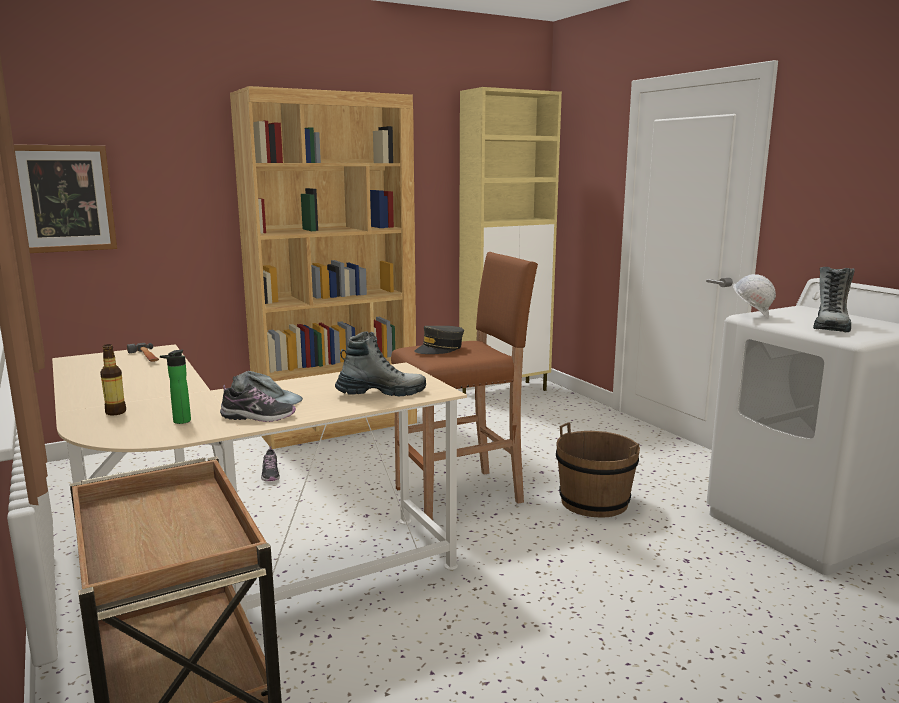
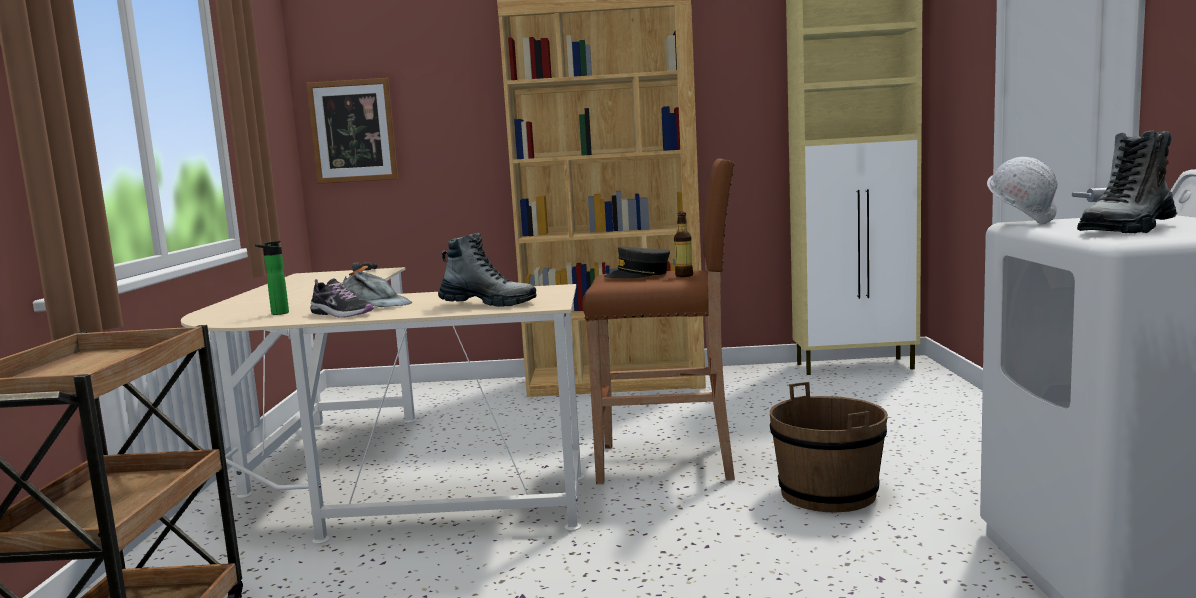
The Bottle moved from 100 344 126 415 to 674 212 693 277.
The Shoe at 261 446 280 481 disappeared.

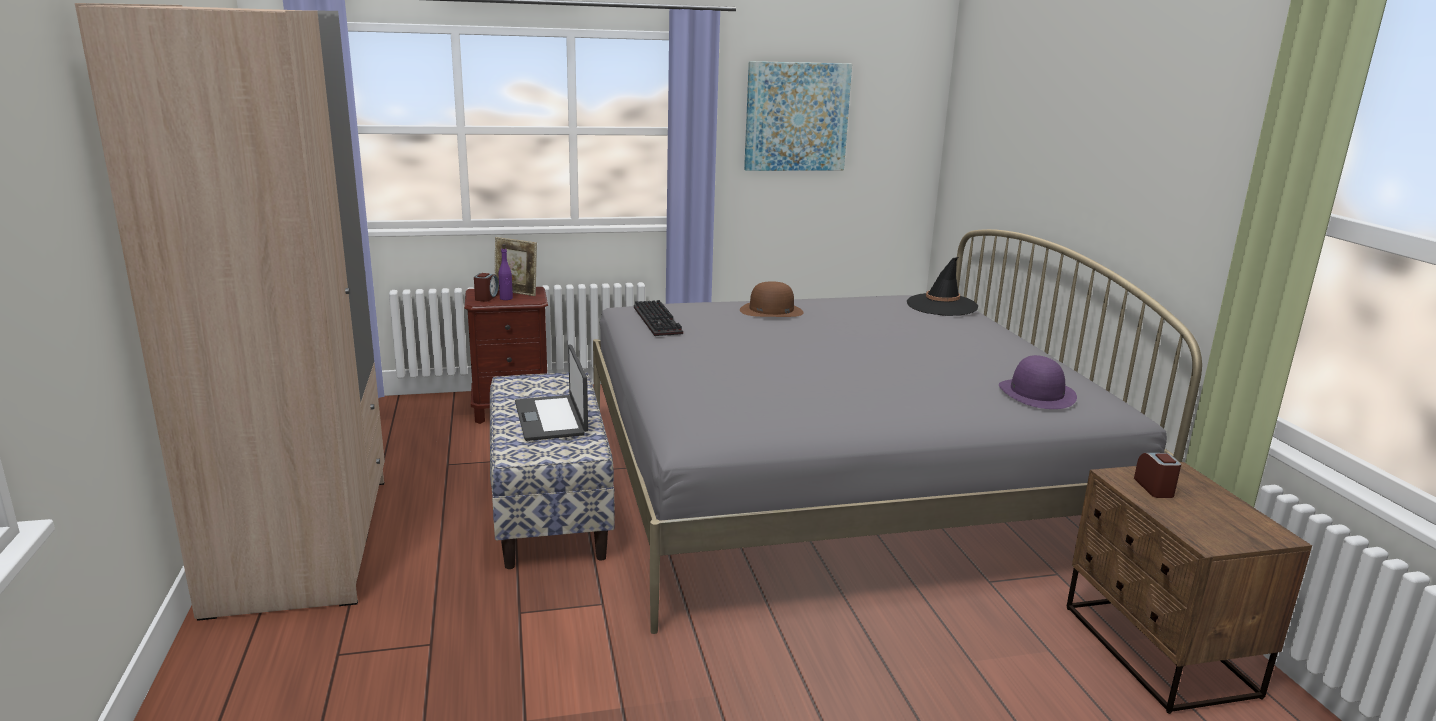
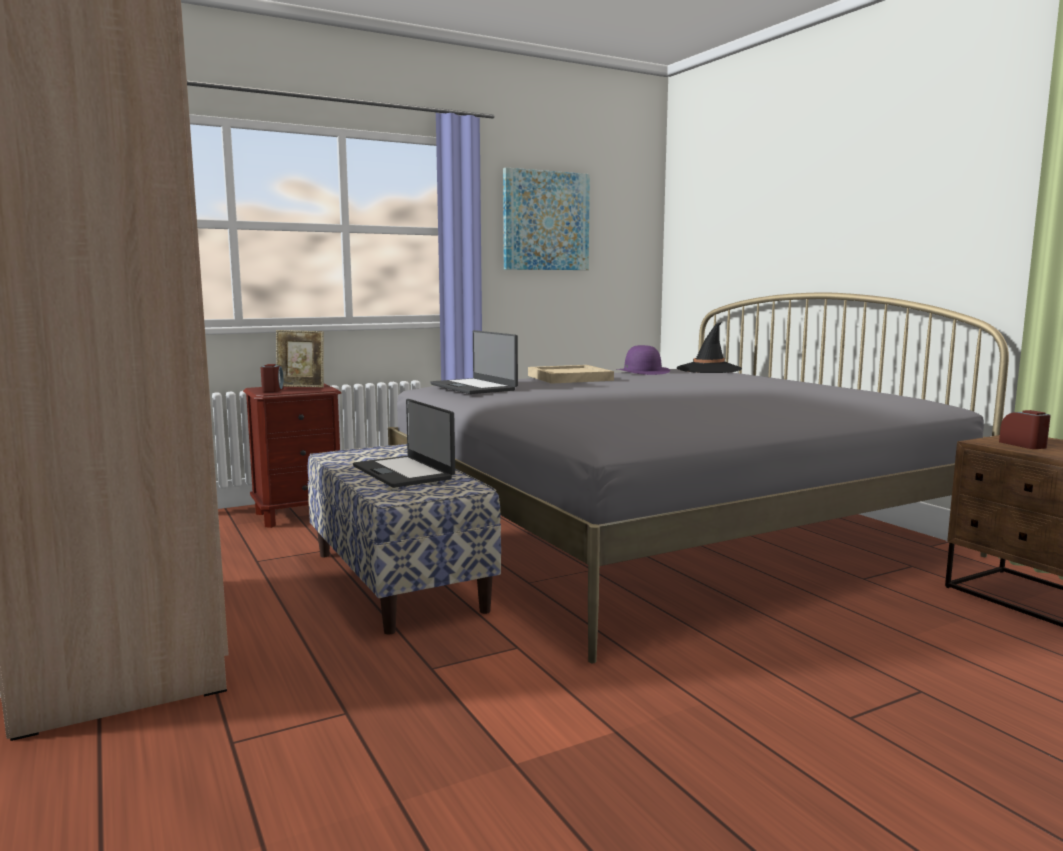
The PurpleBottle at 499 244 513 300 disappeared.
The BrownHat at 740 281 803 317 was replaced by the BeigeTray at 528 365 614 384.
The Keyboard at 634 300 683 336 was replaced by the Laptop at 430 330 518 394.
The PurpleHat moved from 999 355 1077 409 to 618 345 670 375.

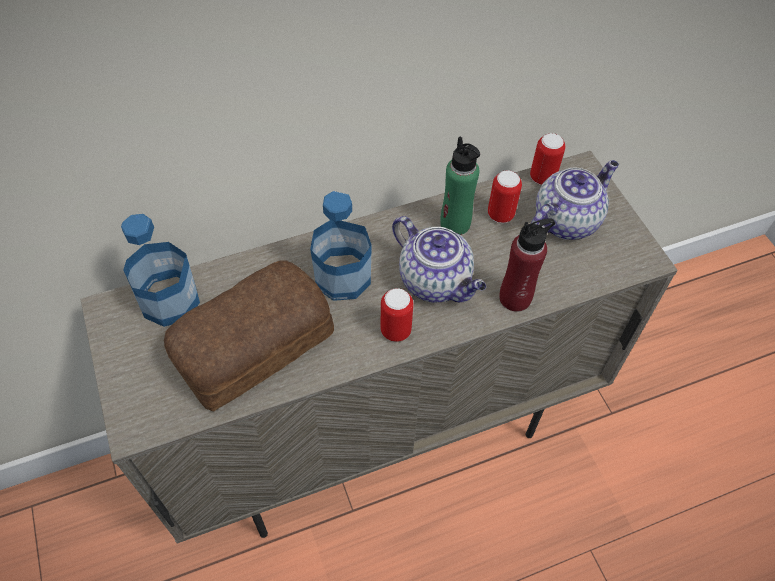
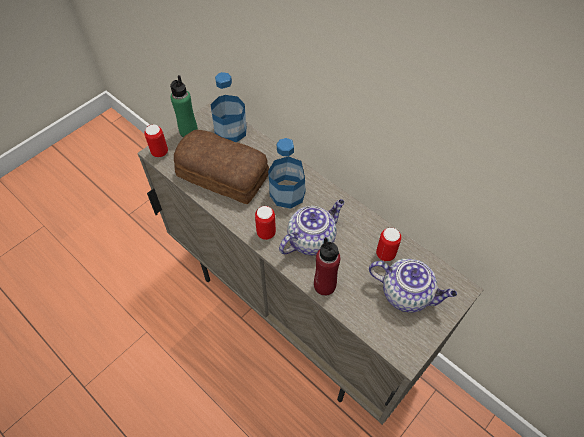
The Can moved from 530 133 565 185 to 144 125 168 158.
The GreenBottle moved from 440 136 480 235 to 170 75 198 137.
The Teapot at 392 216 486 303 turned 150 degrees counterclockwise.

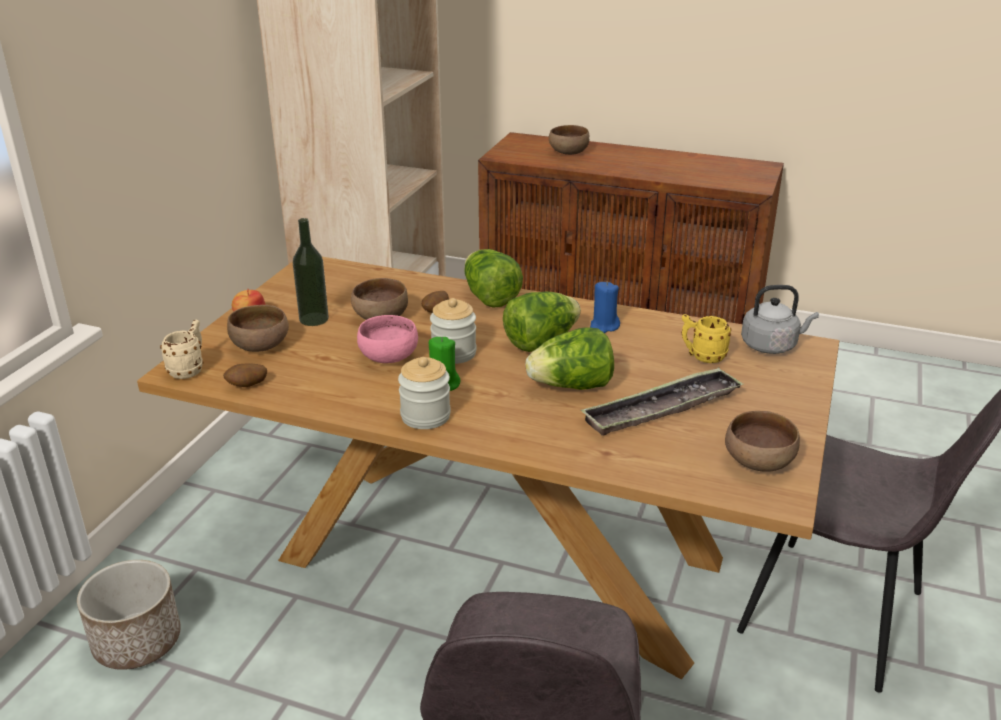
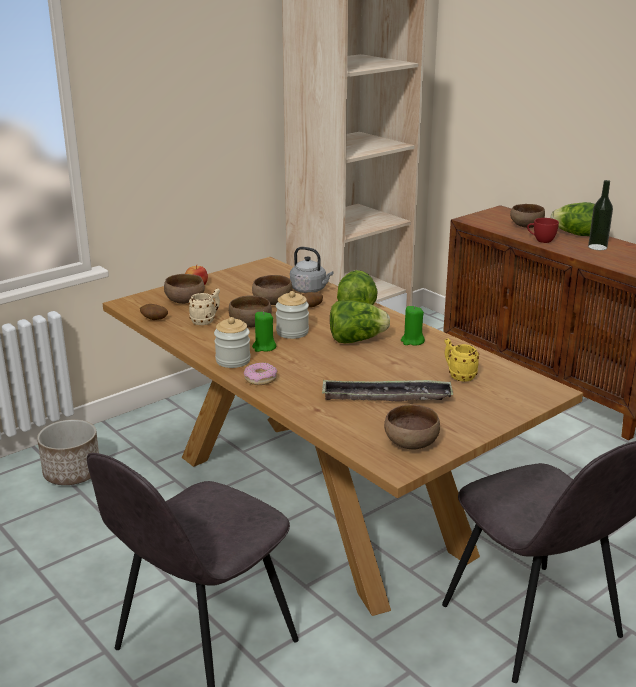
The Bottle moved from 293 218 329 326 to 588 180 613 250.
The BlueCandle at 590 281 620 333 became the GreenCandle at 401 306 425 346.
The GreyKettle moved from 741 285 819 354 to 290 247 333 293.
The PinkBowl at 357 315 418 363 became the BrownBowl at 229 295 272 328.
The BeigeMug moved from 160 320 203 379 to 188 289 220 325.
The Lettuce moved from 525 327 614 390 to 550 202 595 236.
The RedCup at 527 218 559 243 appeared.
The Donut at 244 362 277 385 appeared.

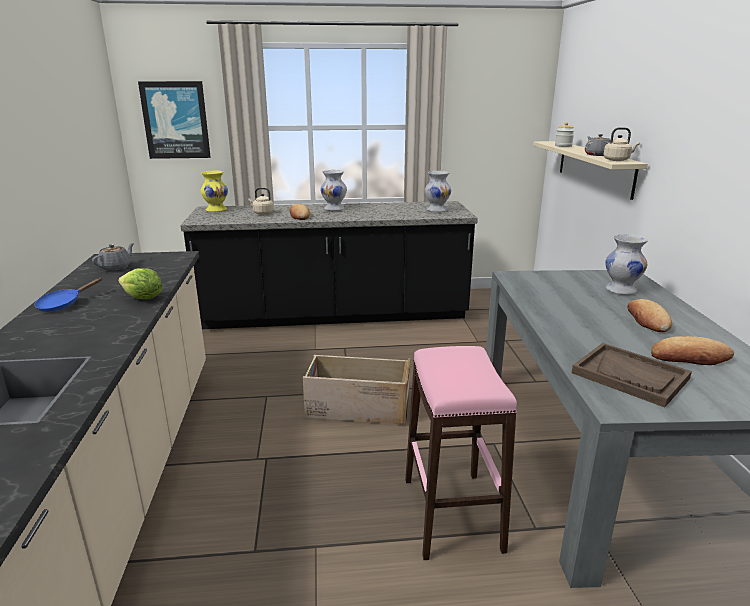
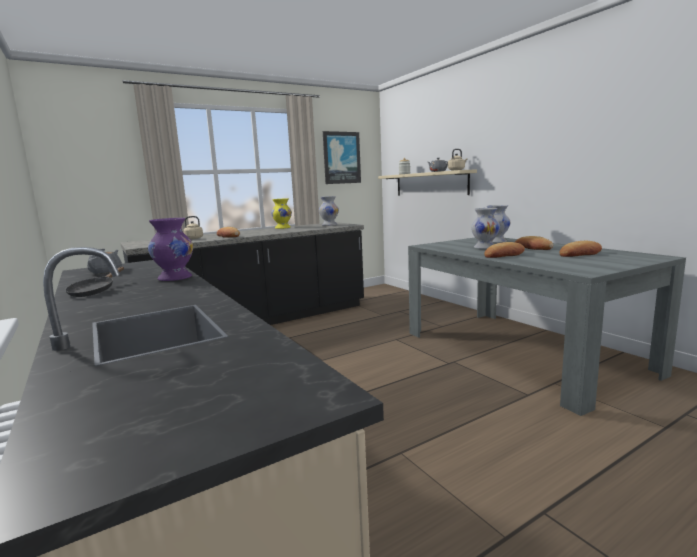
The Picture moved from 138 81 211 159 to 323 131 361 184.
The WhiteVase moved from 320 170 347 211 to 471 208 500 249.
The YellowVase moved from 200 171 228 212 to 271 198 292 229.
The Lettuce at 118 268 163 299 was replaced by the PurpleVase at 148 218 193 281.
The BlueFryingPan at 34 278 102 312 became the BlackFryingPan at 65 267 124 297.
The BrownTray at 572 343 692 407 disappeared.
The PinkStool at 405 346 517 560 disappeared.
The Crate at 303 355 410 427 disappeared.
The Bread at 484 242 525 258 appeared.

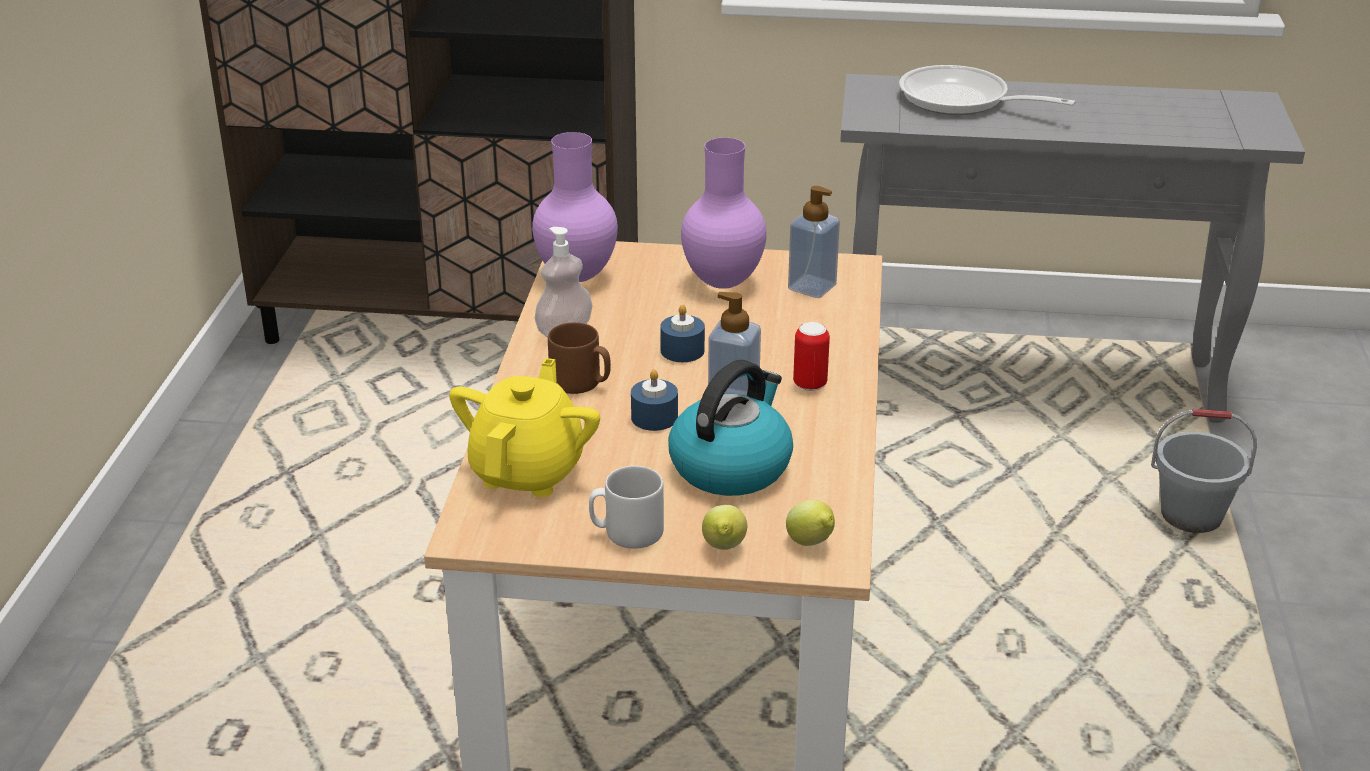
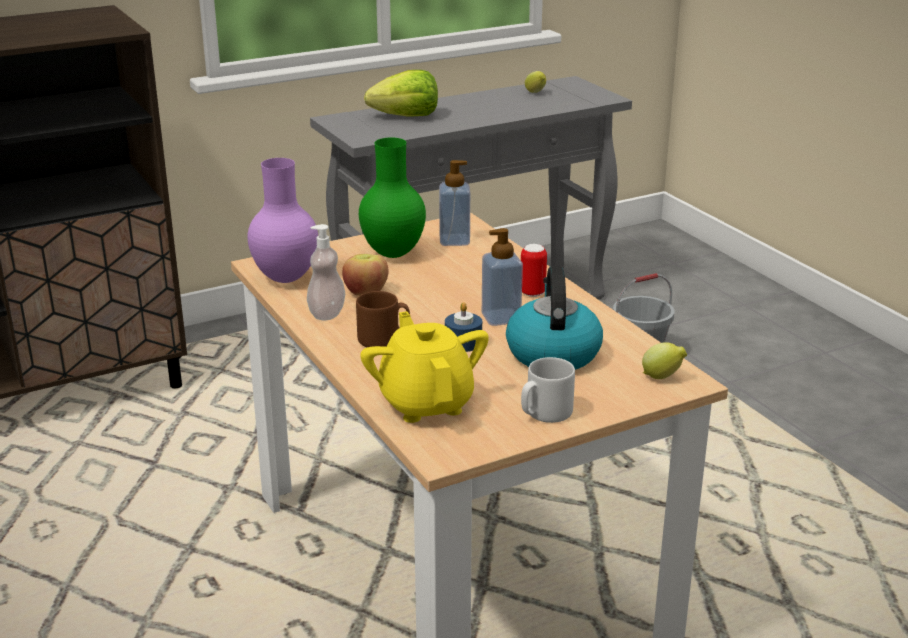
The FryingPan at 899 65 1076 115 was replaced by the Lettuce at 364 70 438 117.
The PurpleVase at 681 138 767 289 became the GreenVase at 359 138 426 258.
The BlueCandle at 660 305 705 362 disappeared.
The Lemon moved from 702 505 747 550 to 525 71 546 93.
The Apple at 342 254 388 296 appeared.

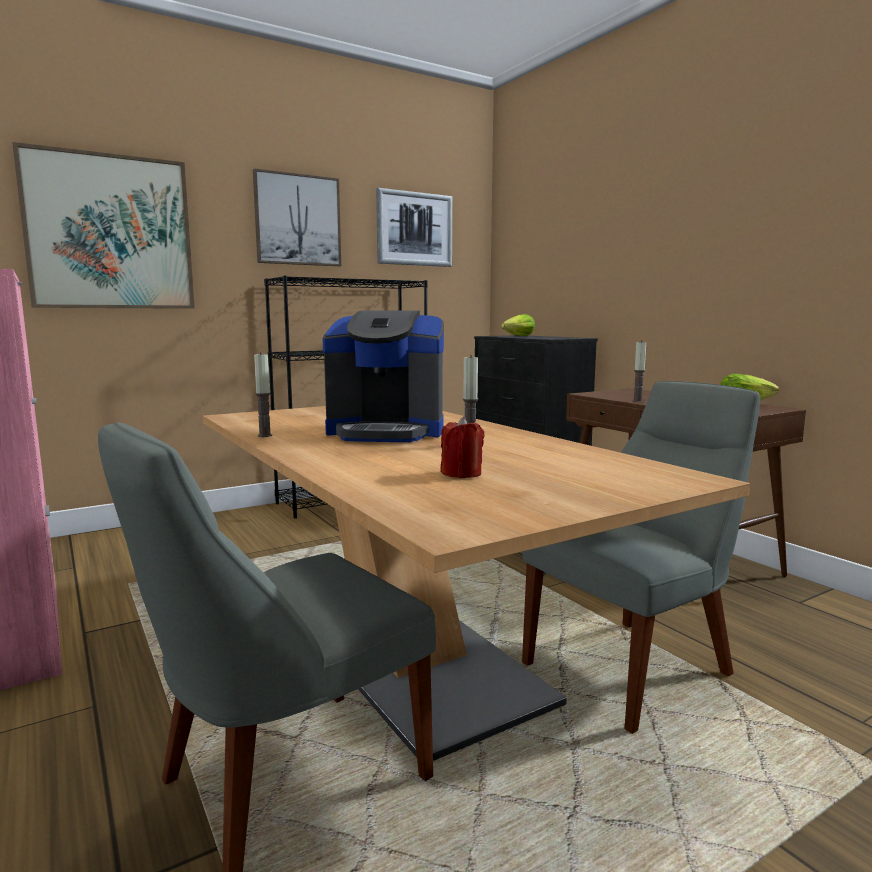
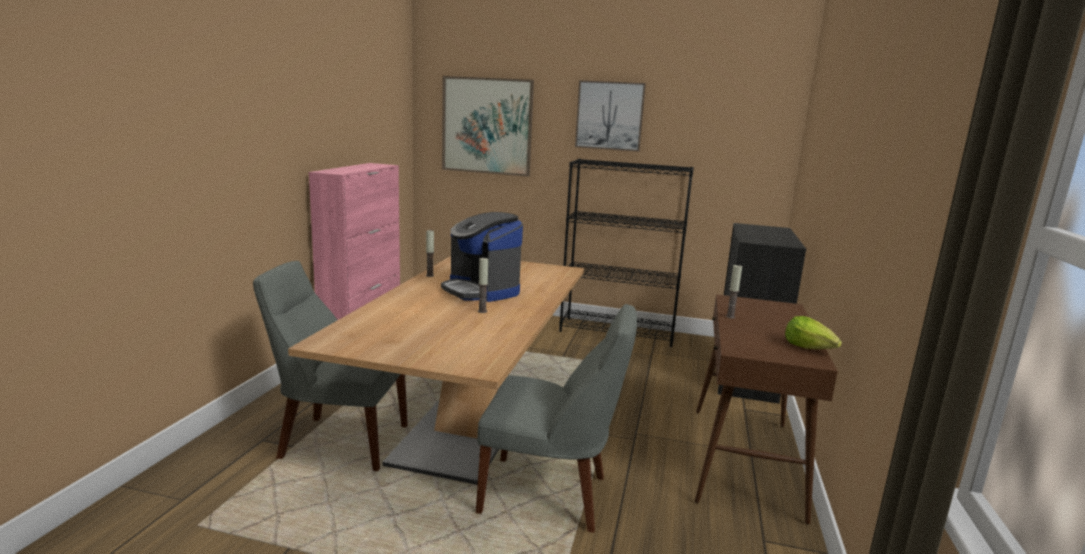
The Picture at 376 188 452 267 disappeared.
The Lettuce at 501 314 535 336 disappeared.
The RedCandle at 441 416 484 478 disappeared.

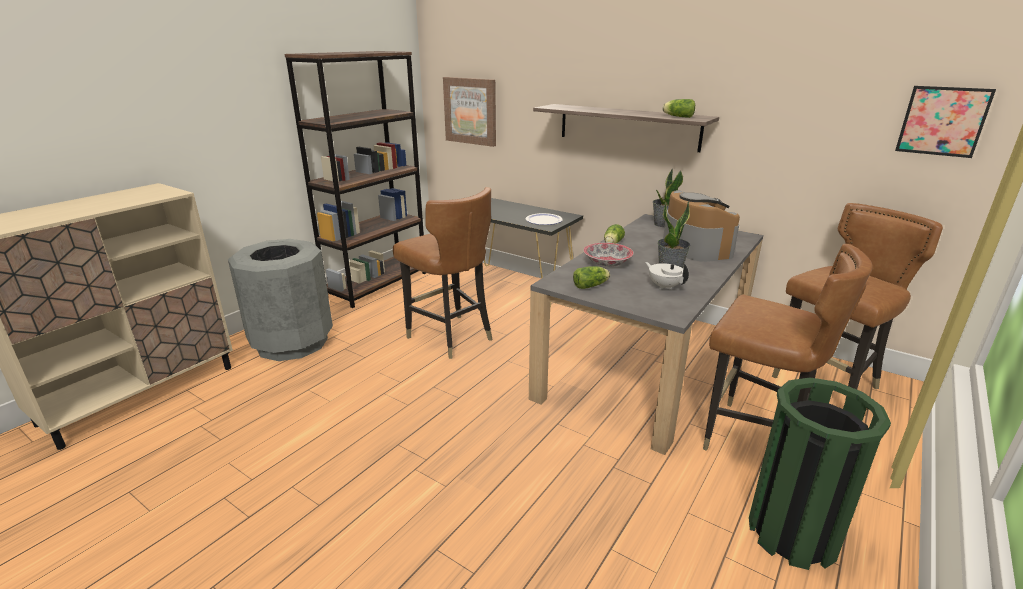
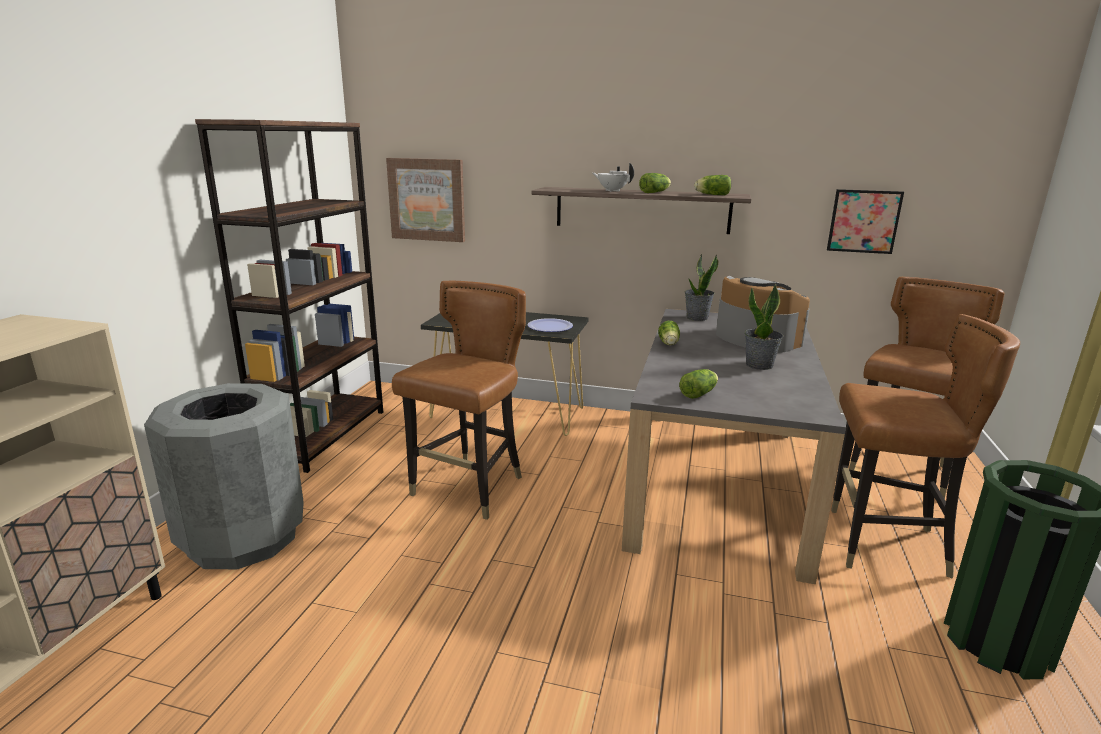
The Picture moved from 895 86 996 158 to 827 189 904 254.
The BrownChair at 393 187 492 359 turned 90 degrees counterclockwise.
The Bowl at 583 243 634 267 disappeared.
The WhiteTeapot moved from 645 262 689 290 to 593 163 634 192.
The Lettuce at 639 173 671 193 appeared.

